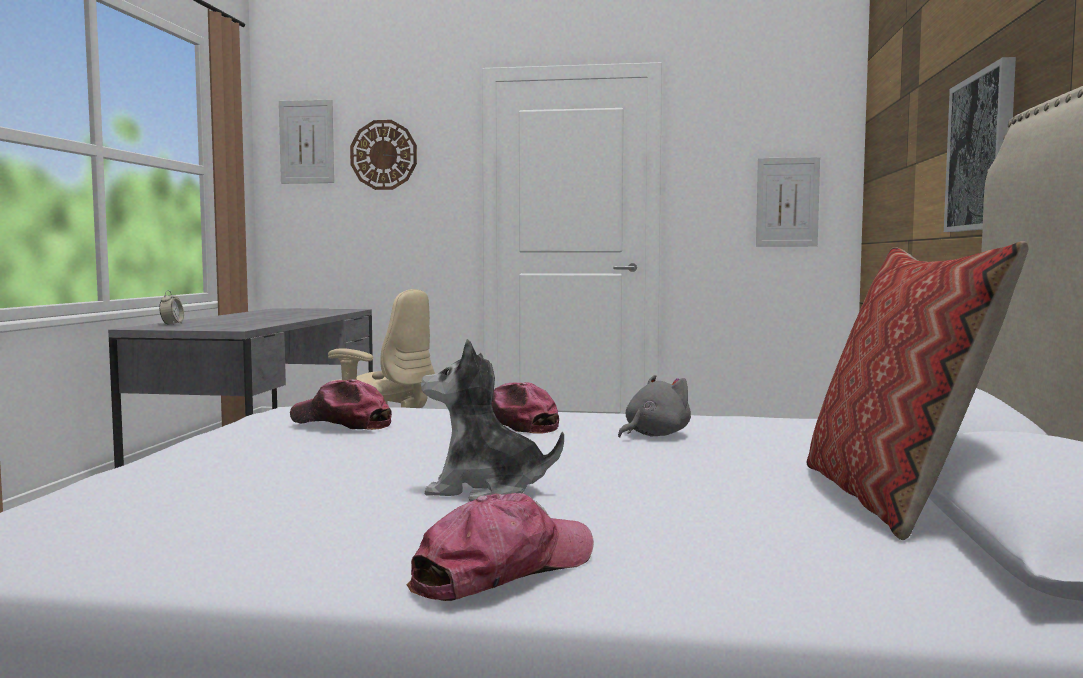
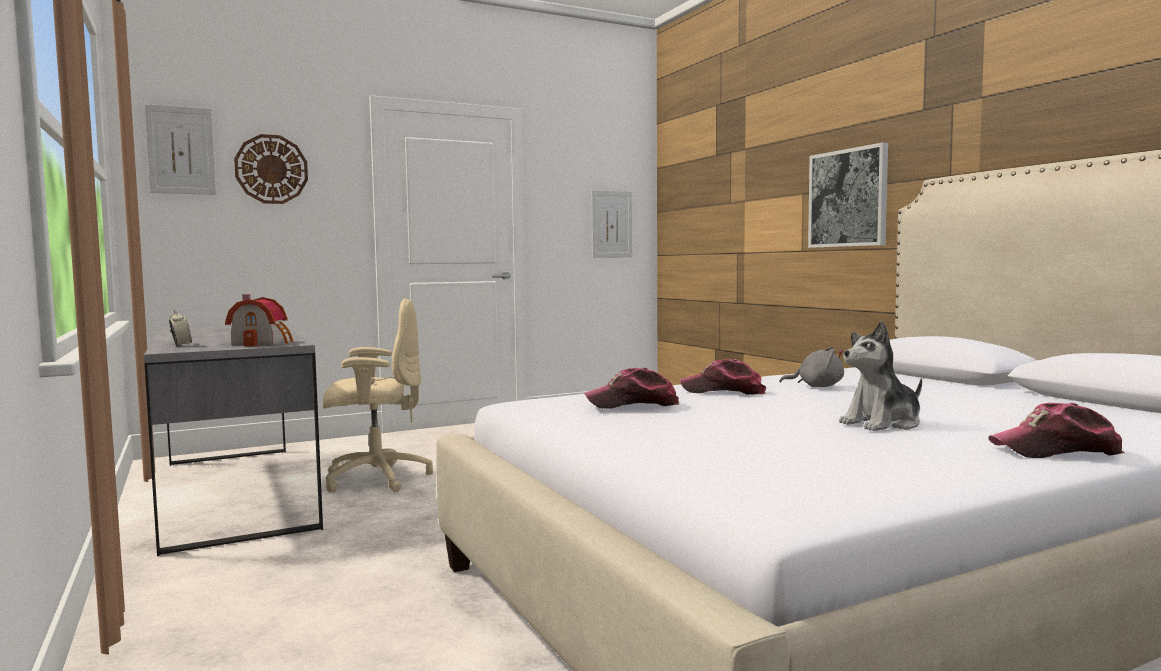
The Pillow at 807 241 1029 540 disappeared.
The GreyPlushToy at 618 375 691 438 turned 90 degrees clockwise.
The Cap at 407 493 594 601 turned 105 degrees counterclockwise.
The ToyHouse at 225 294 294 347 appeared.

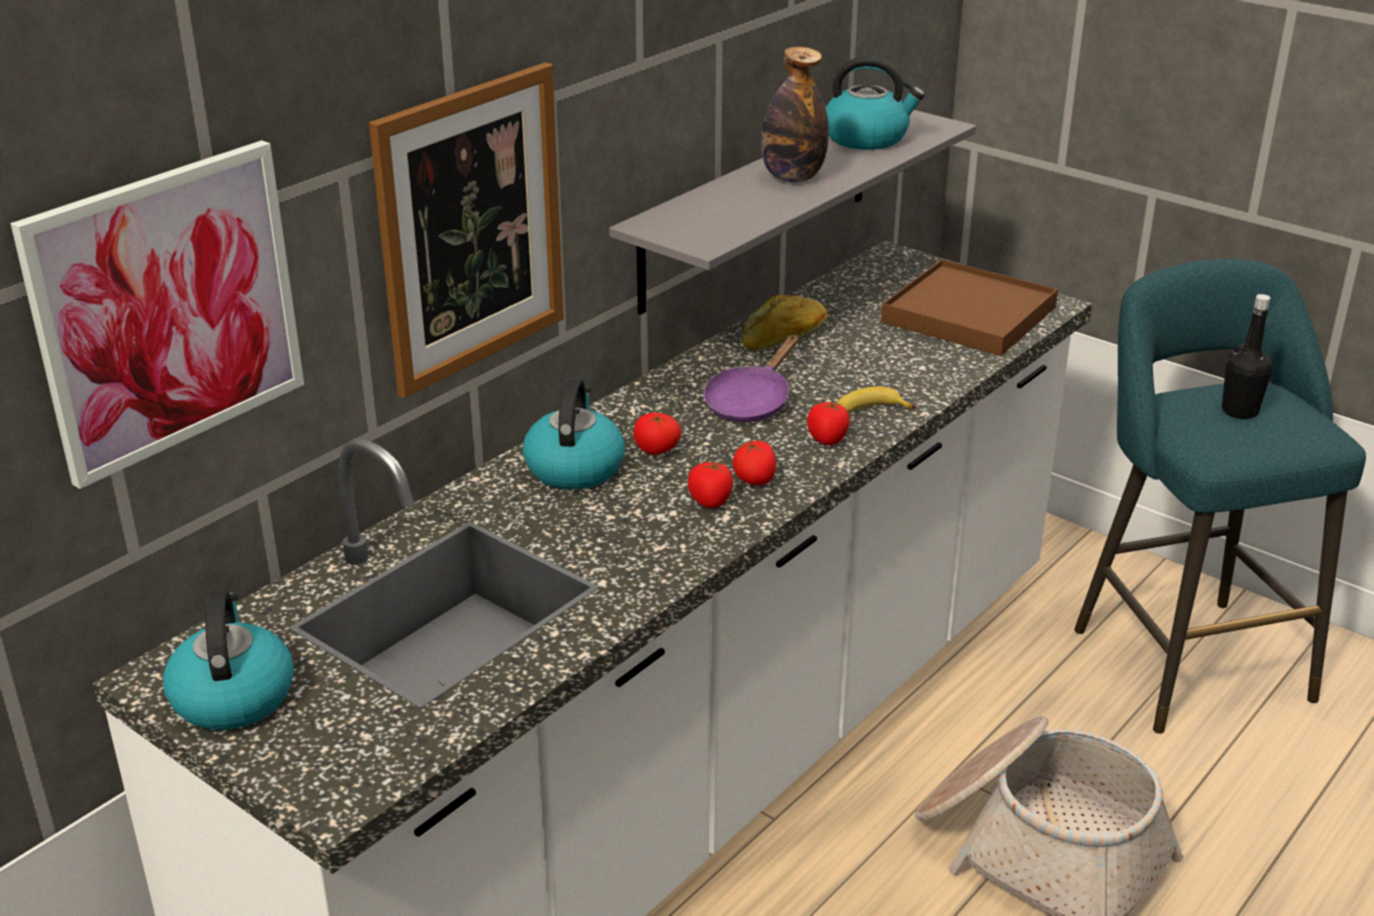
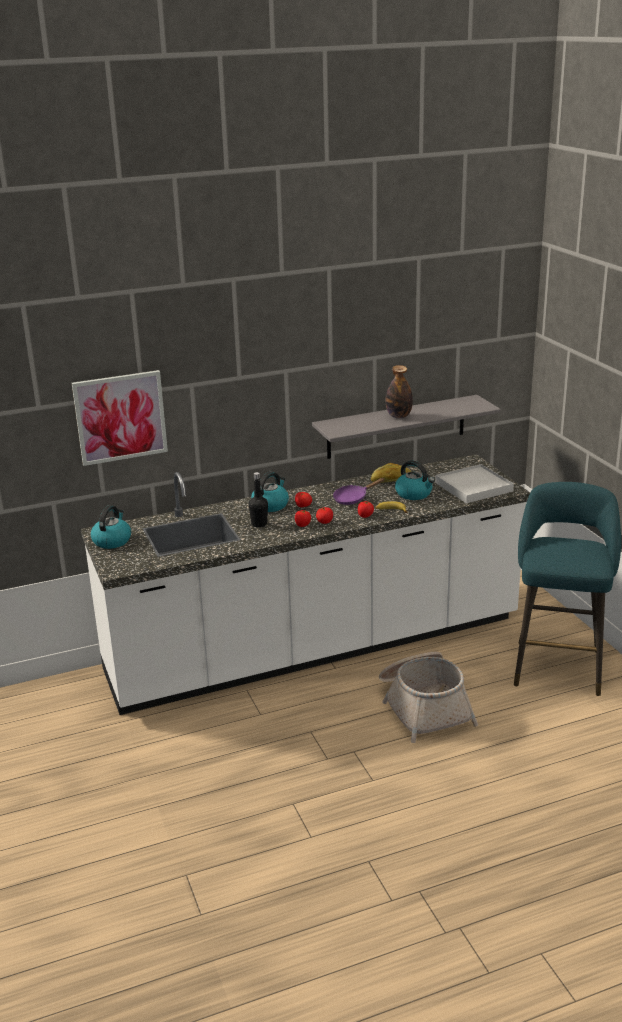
The Kettle moved from 825 56 925 150 to 395 461 435 500.
The Picture at 369 62 564 398 disappeared.
The BrownTray at 881 259 1058 356 became the WhiteTray at 435 464 514 503.
The BlackBottle moved from 1222 294 1272 419 to 249 472 268 528.

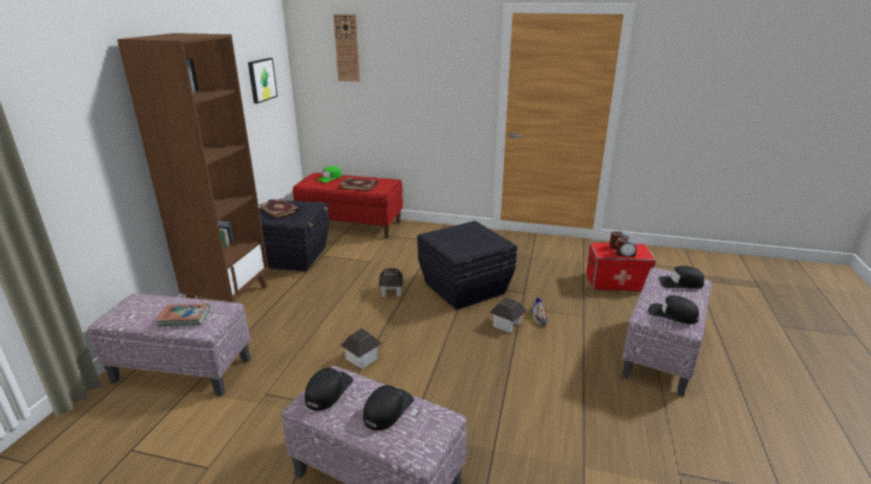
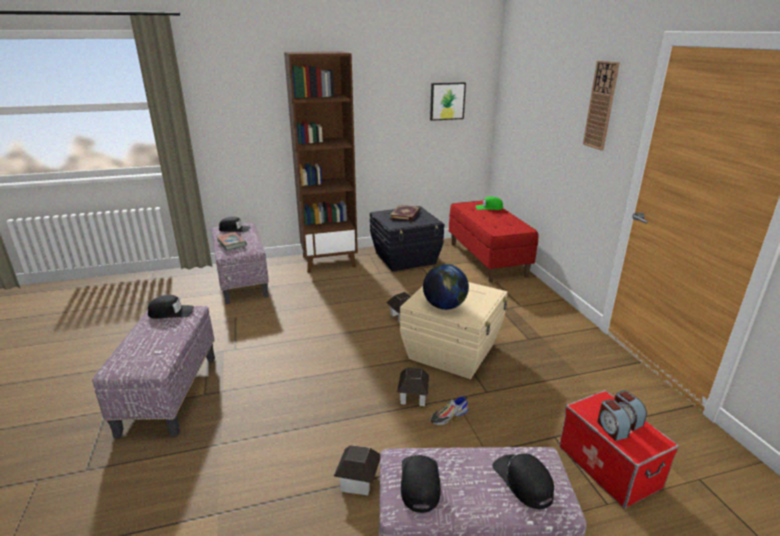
The WallClock moved from 333 14 360 82 to 583 60 620 151.
The Book at 339 178 378 191 disappeared.
The BlackStorageBox at 417 221 517 310 became the BeigeStorageBox at 400 282 508 379.
The ToyHouse moved from 341 328 382 369 to 334 445 380 495.
The BlackCap moved from 363 385 414 431 to 219 217 250 232.
The Globe at 423 264 469 310 appeared.

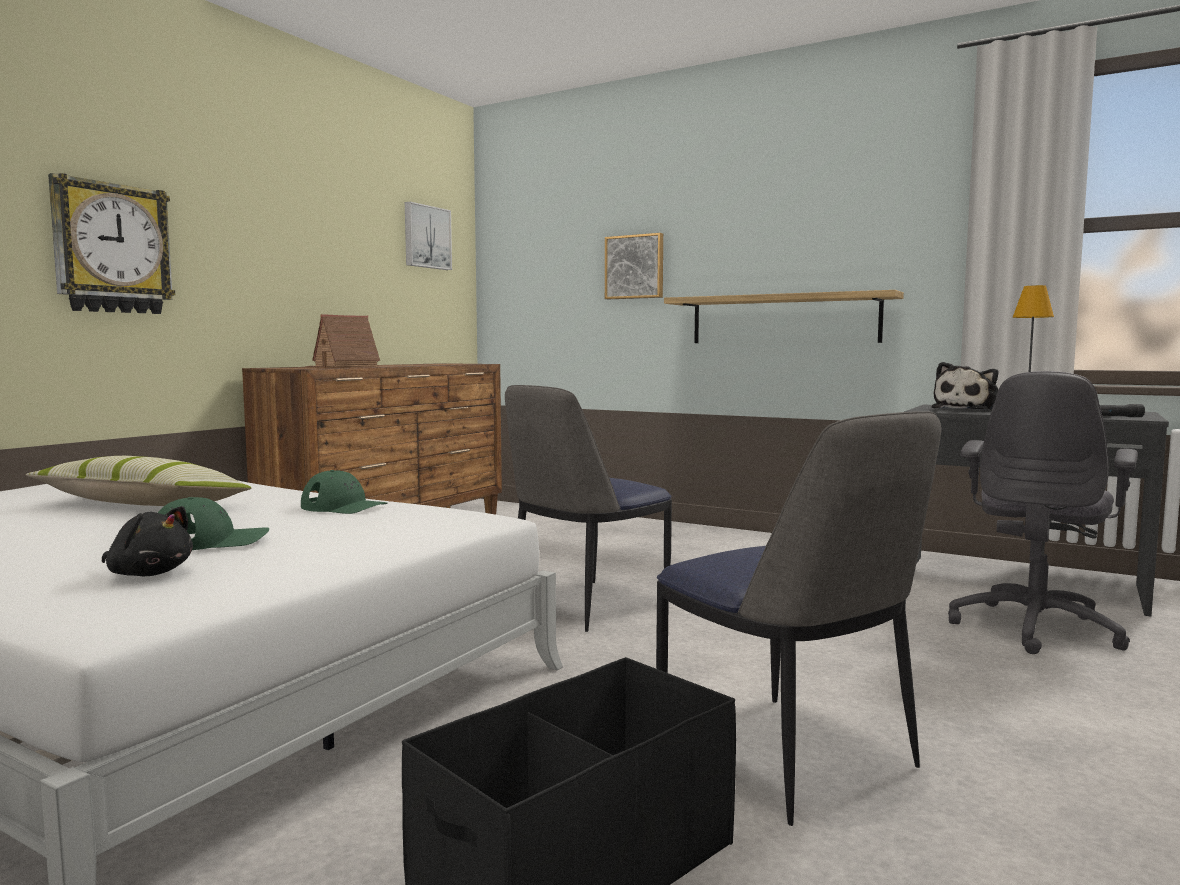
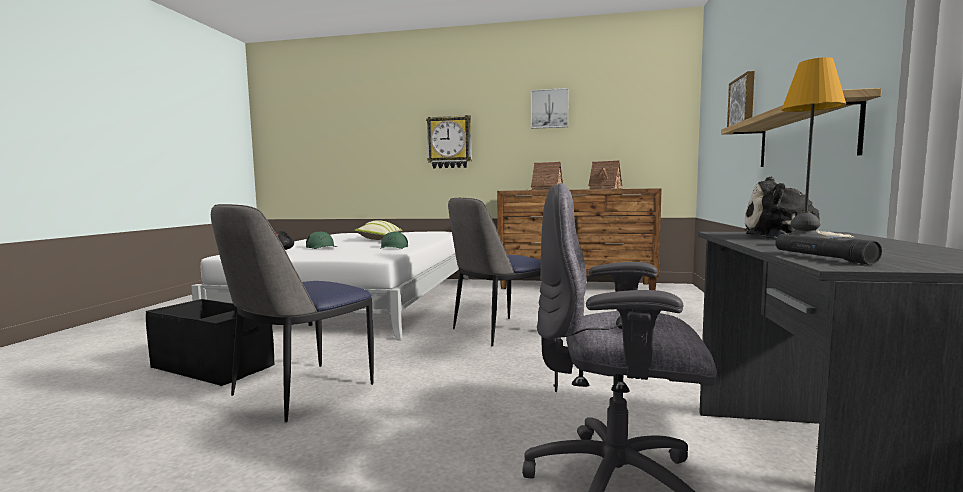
The Picture moved from 405 202 452 270 to 531 88 569 129.
The Chair at 505 385 672 632 turned 60 degrees counterclockwise.
The ToyHouse at 588 161 627 189 appeared.

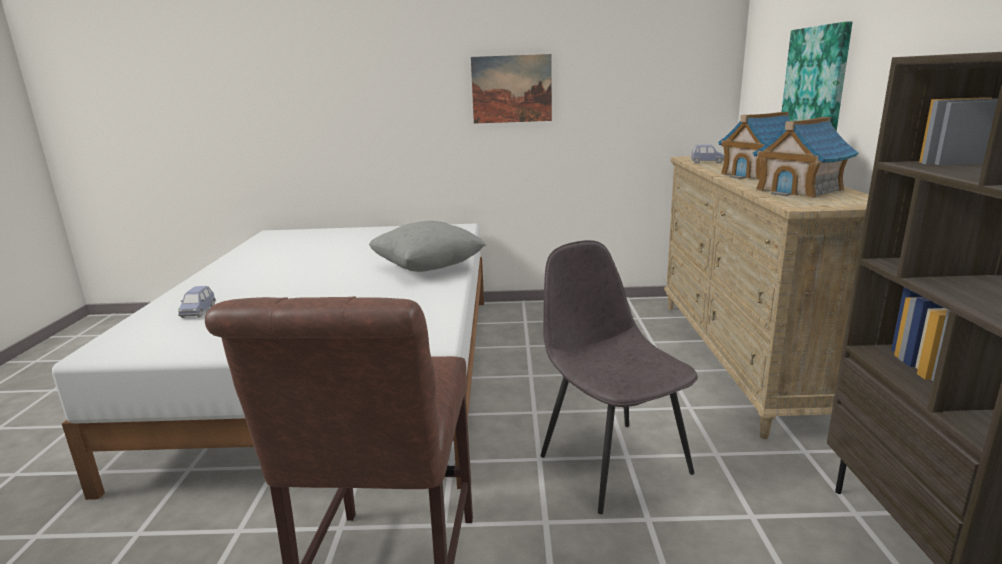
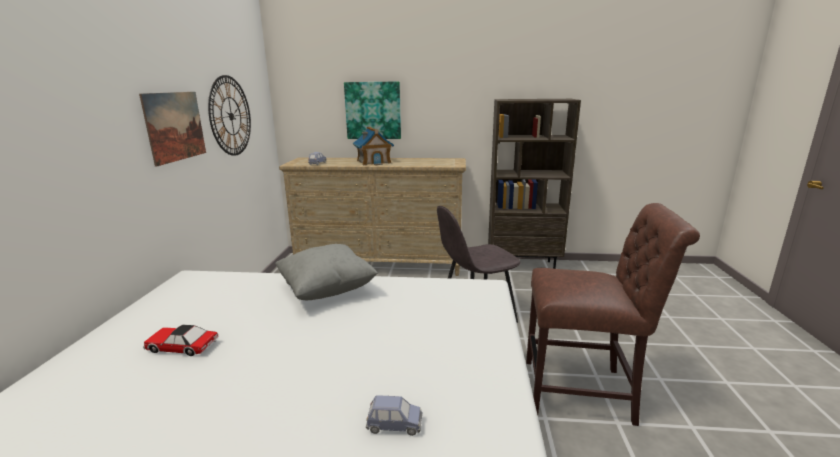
The ToyHouse at 753 117 859 198 disappeared.
The WallClock at 208 75 251 156 appeared.
The ToyCar at 143 325 219 356 appeared.

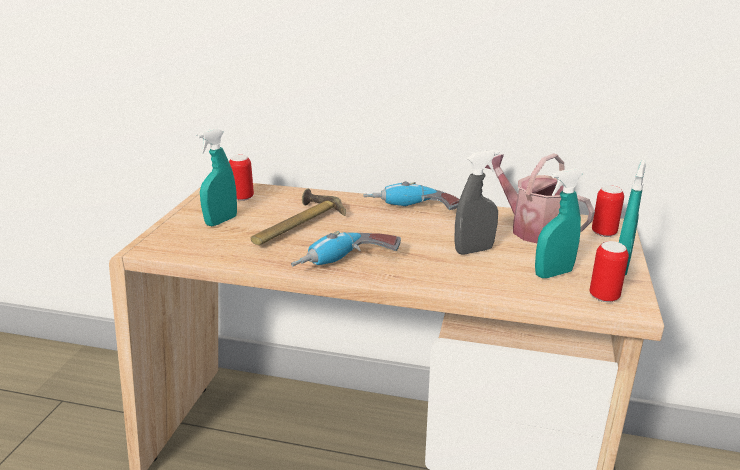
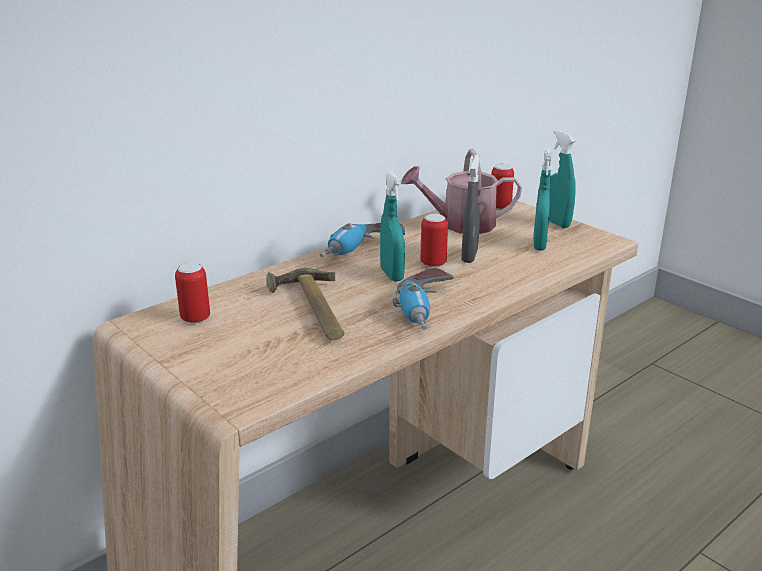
The TurquoiseSprayBottle moved from 197 128 237 226 to 380 172 405 282.
The Can moved from 590 241 629 302 to 420 214 448 268.

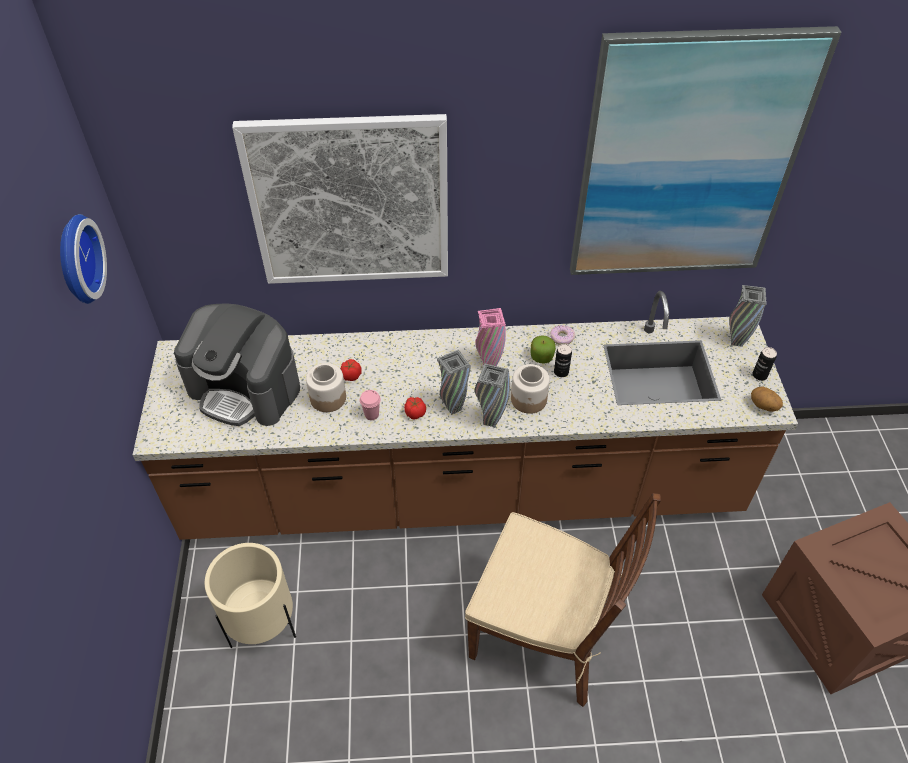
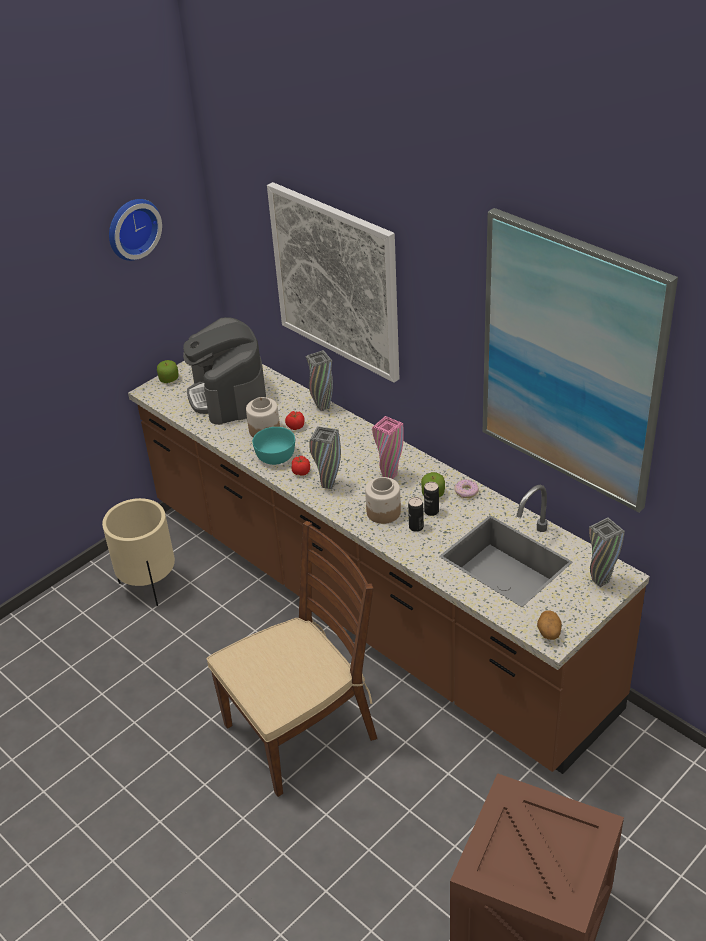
The Can moved from 752 347 777 381 to 408 497 424 532.
The GreyVase moved from 475 363 510 427 to 305 350 333 411.
The PinkCup at 360 390 381 420 was replaced by the TurquoiseBowl at 253 427 295 465.
The BrownChair at 465 493 661 707 turned 105 degrees counterclockwise.
The Apple at 157 360 179 383 appeared.

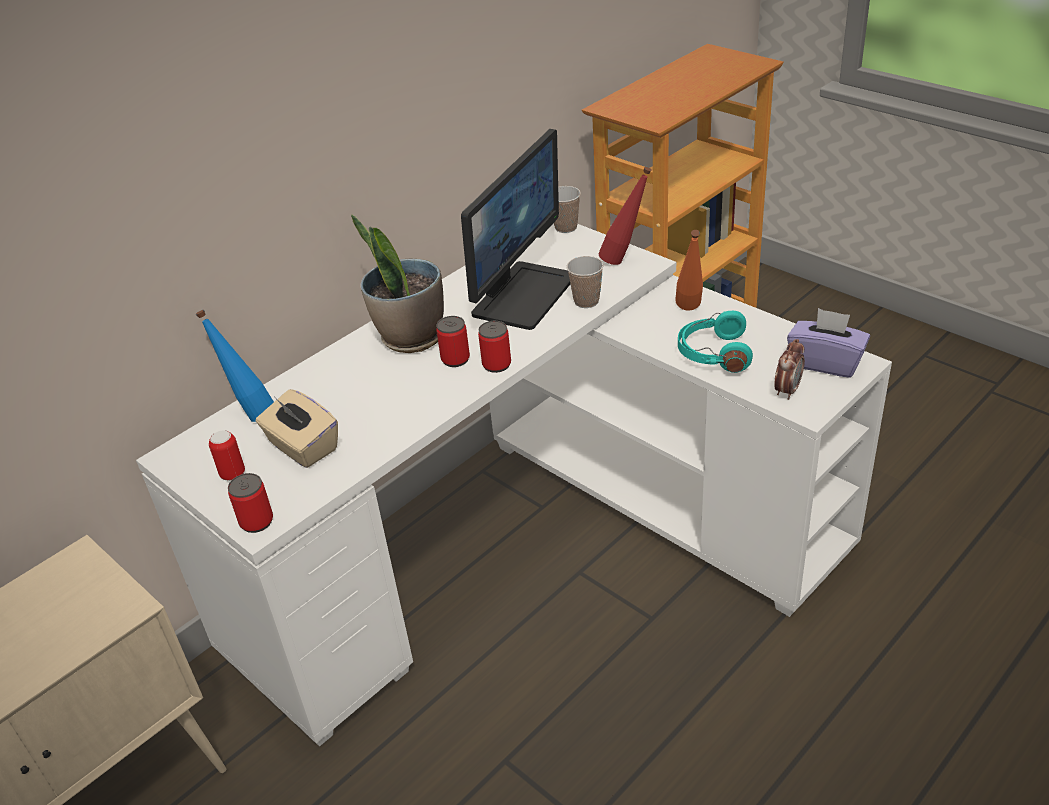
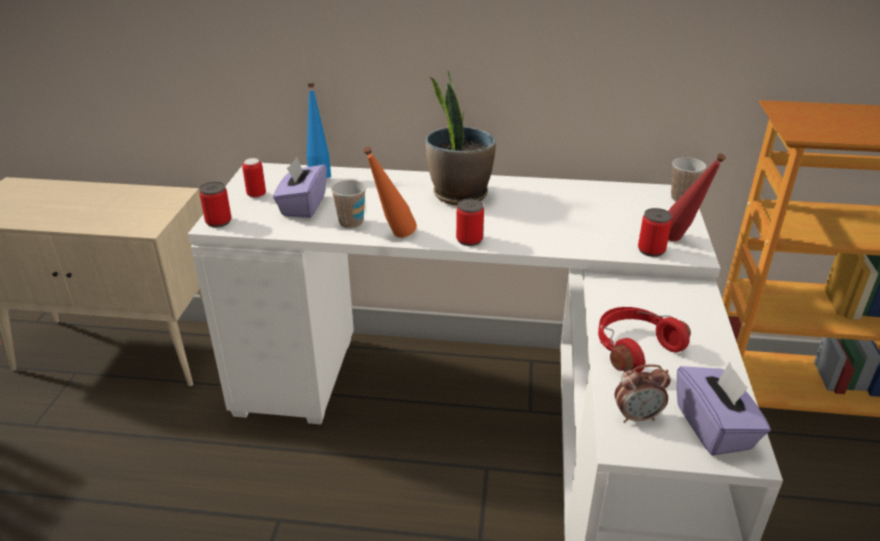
The Monitor at 461 129 570 330 disappeared.
The OrangeBottle moved from 675 230 703 311 to 363 146 417 238.
The Cup moved from 566 256 604 308 to 331 180 366 229.
The TurquoiseHeadphones at 678 311 753 373 became the RedHeadphones at 598 307 691 373.
The Can moved from 436 316 470 367 to 638 208 672 257.
The BeigeTissueBox at 256 389 338 468 became the PurpleTissueBox at 273 157 327 218.

